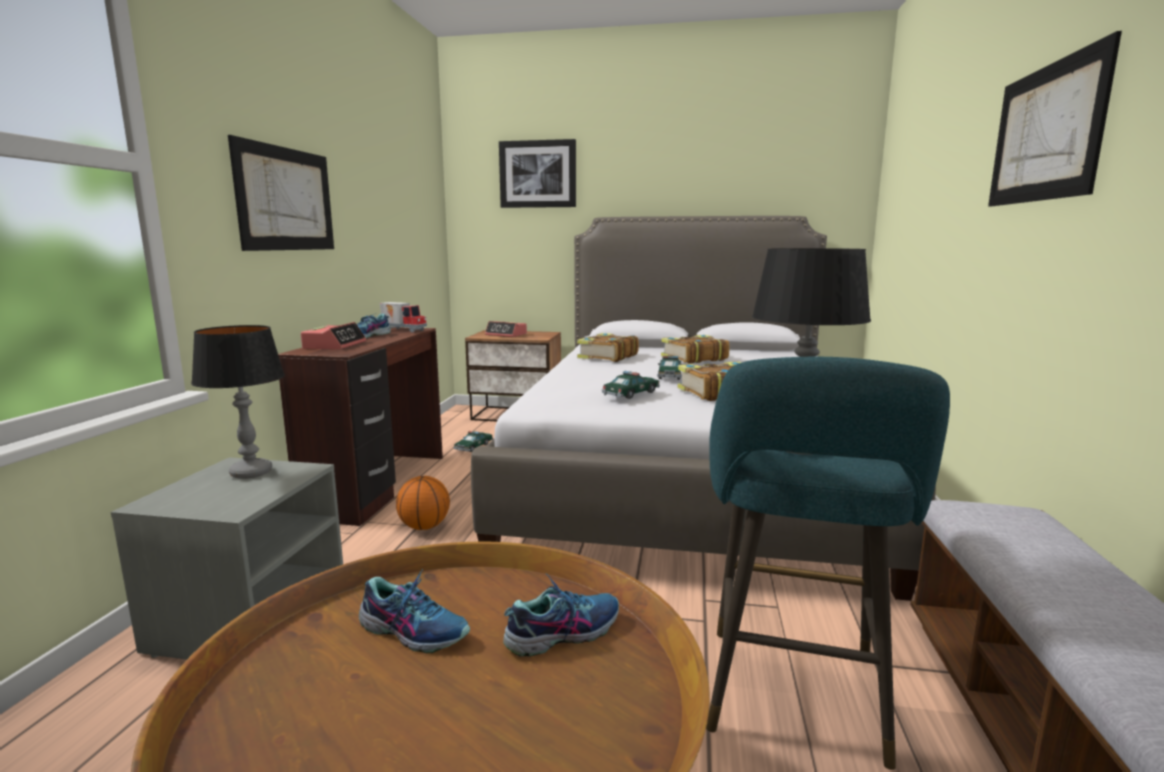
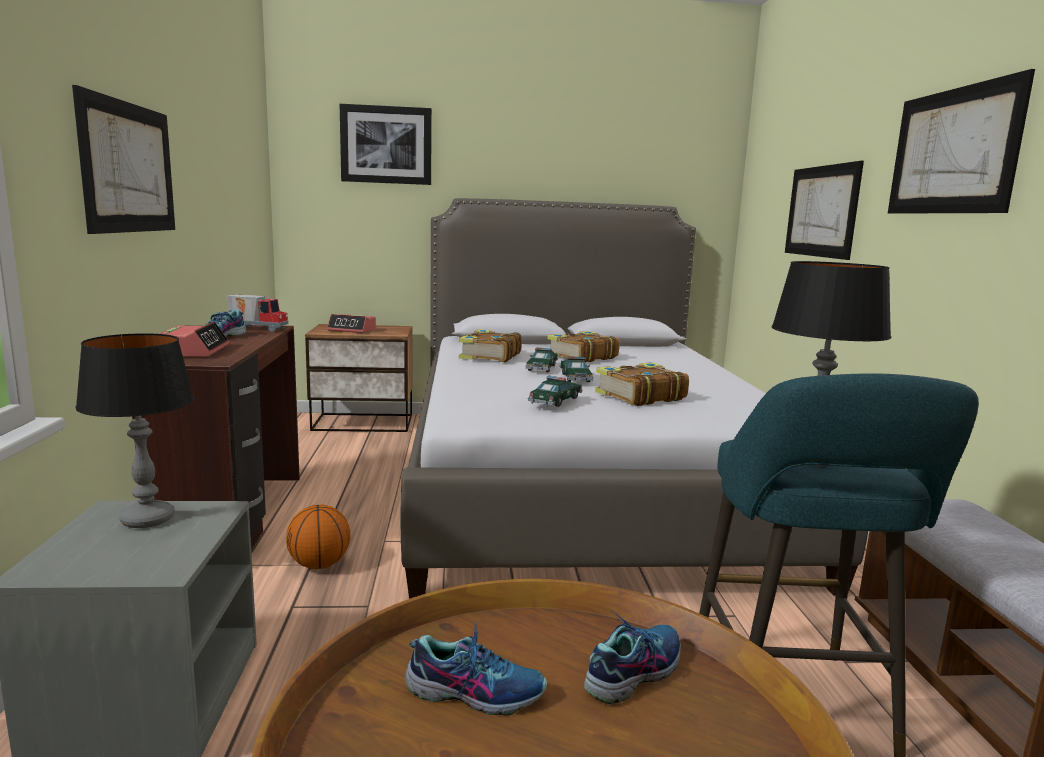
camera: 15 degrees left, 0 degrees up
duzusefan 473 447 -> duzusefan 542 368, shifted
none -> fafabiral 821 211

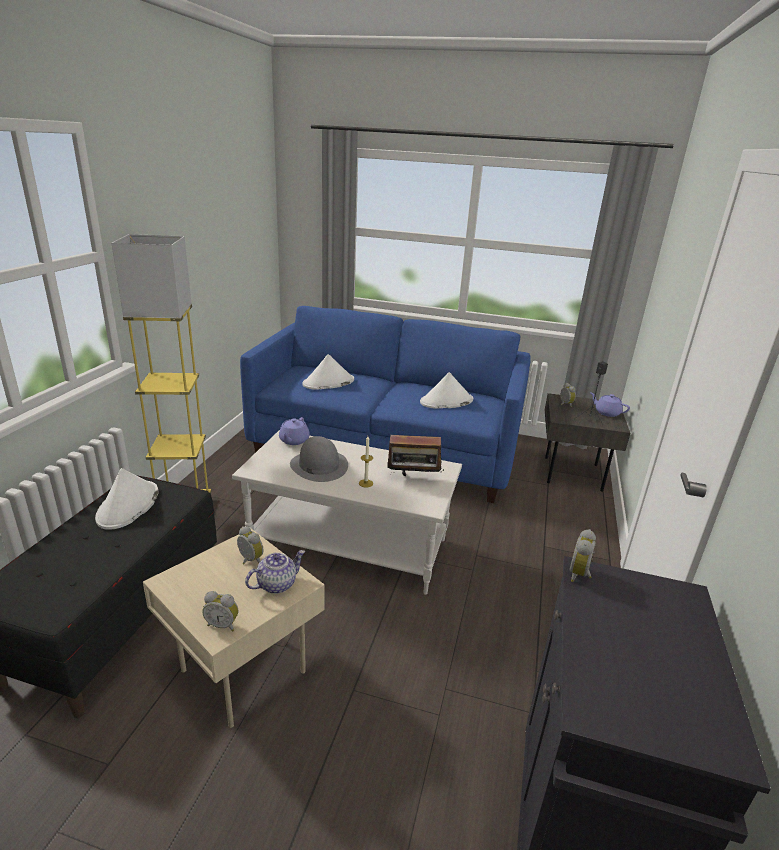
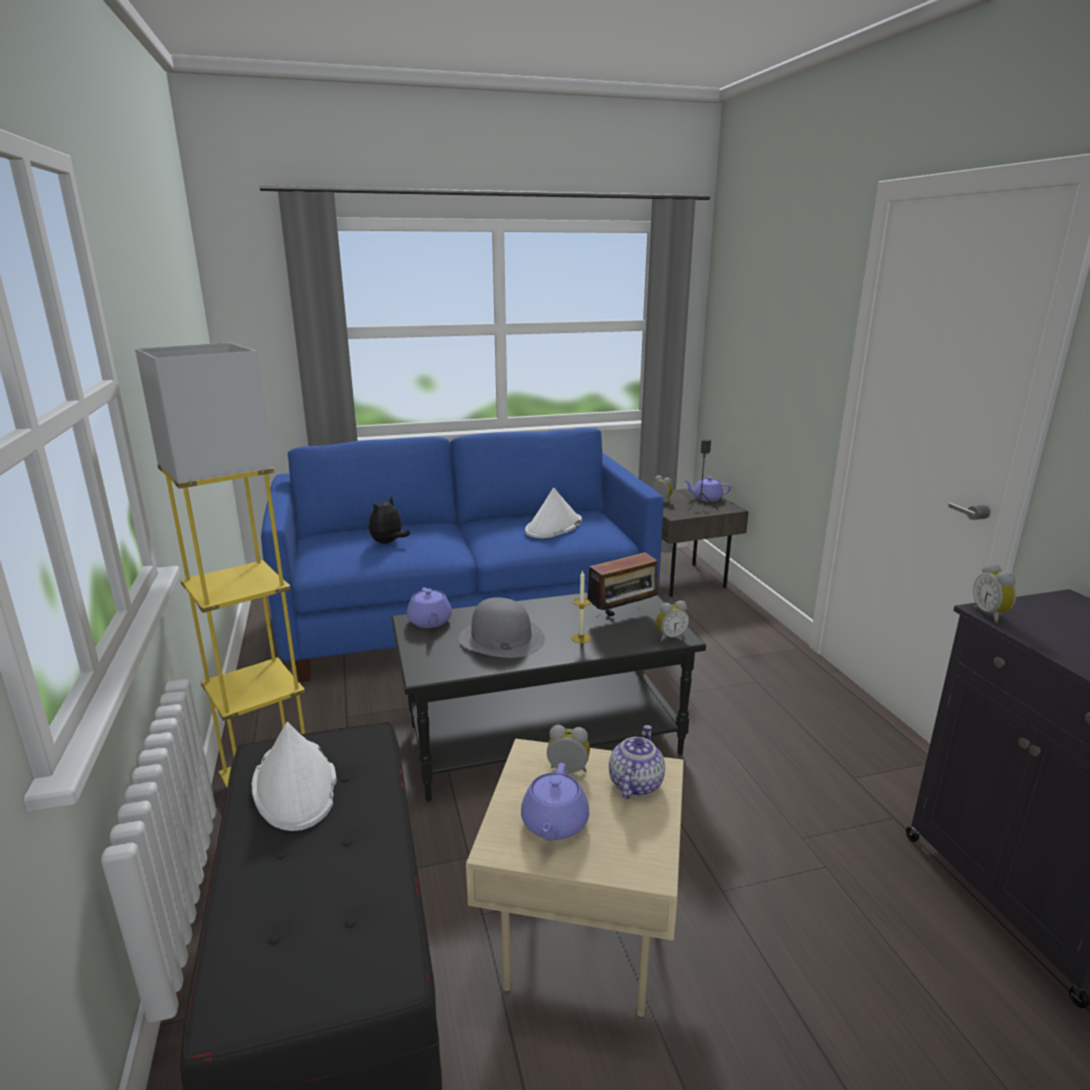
camera: 30 degrees left, 5 degrees down
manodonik 223 624 -> manodonik 670 637, shifted
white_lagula 350 545 -> black_lagula 544 738
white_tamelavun 328 382 -> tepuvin 388 543
none -> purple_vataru 554 824

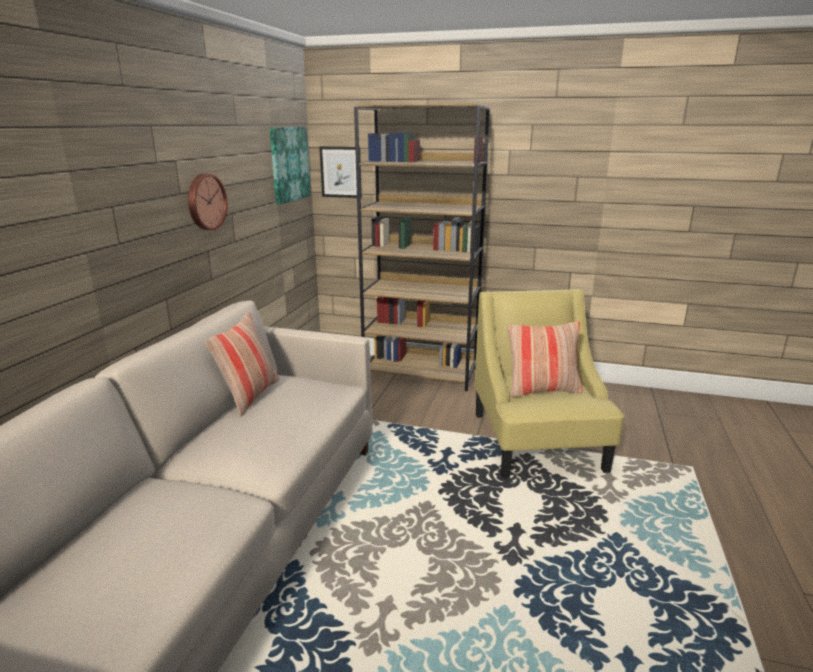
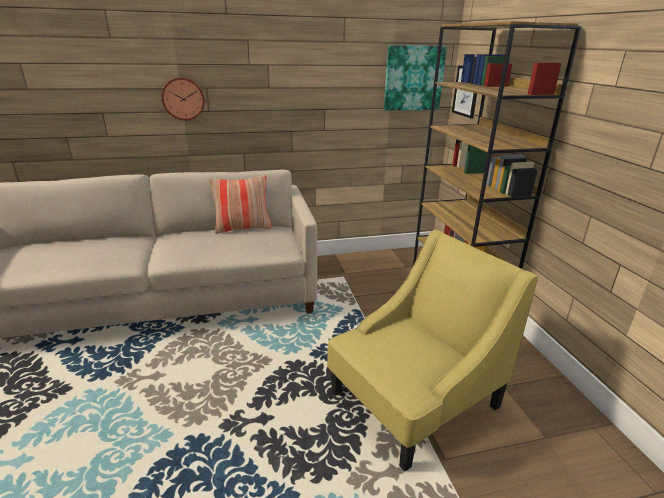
camera: 60 degrees right, 5 degrees up
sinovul 205 202 -> sinovul 183 98, shifted
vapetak 542 390 -> none

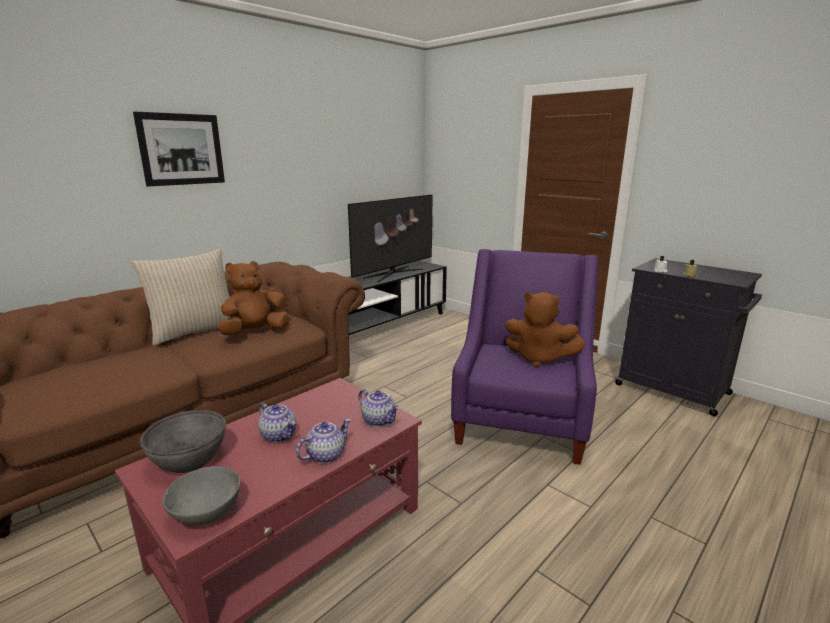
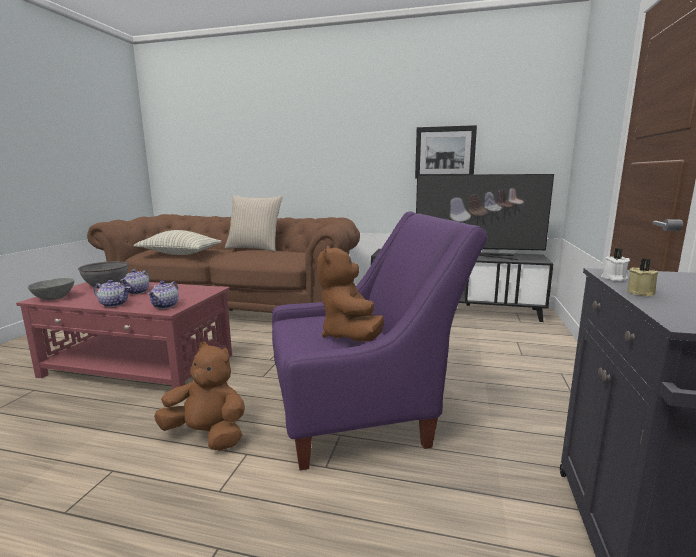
camera: 60 degrees right, 5 degrees down
fafabiral 181 149 -> fafabiral 445 152, shifted
brown_tepuvin 255 332 -> brown_tepuvin 207 435, shifted
none -> vapetak 179 254

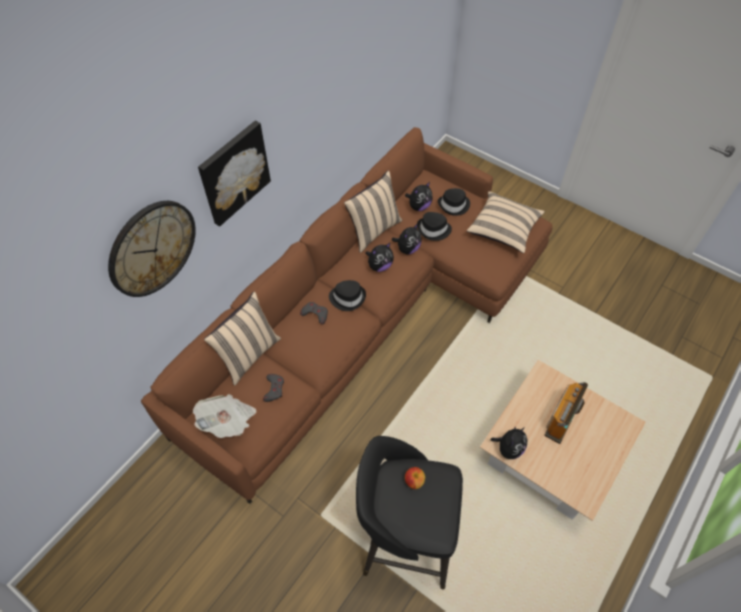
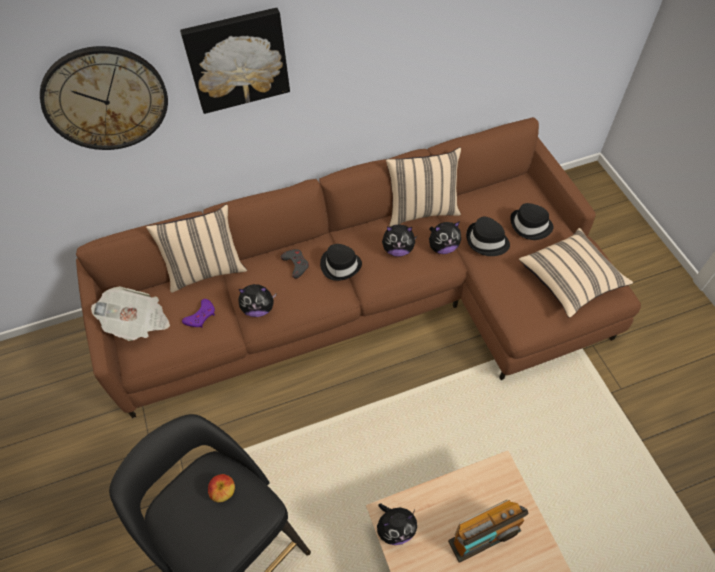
camera: 35 degrees right, 0 degrees up
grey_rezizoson 274 389 -> purple_rezizoson 201 316
tepuvin 419 206 -> tepuvin 258 309, shifted

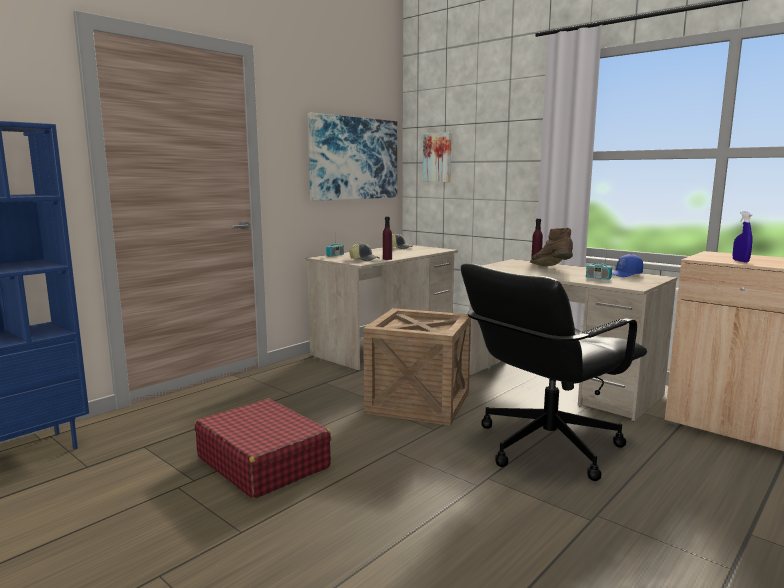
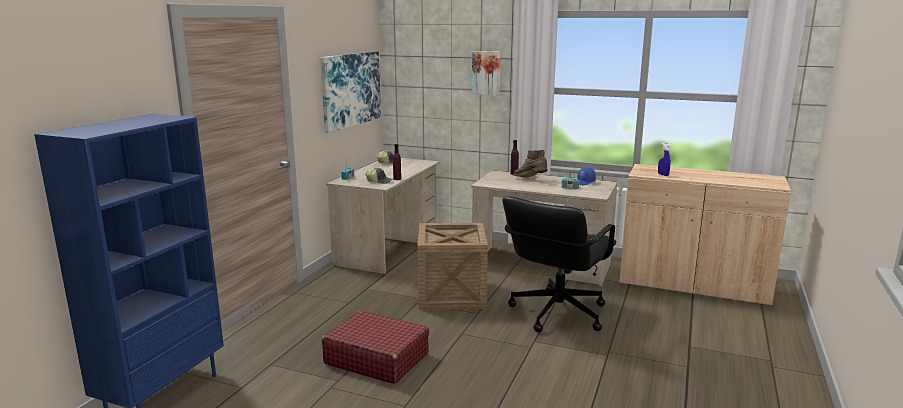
camera: 20 degrees left, 5 degrees up
fafabiral 438 157 -> fafabiral 486 73, shifted

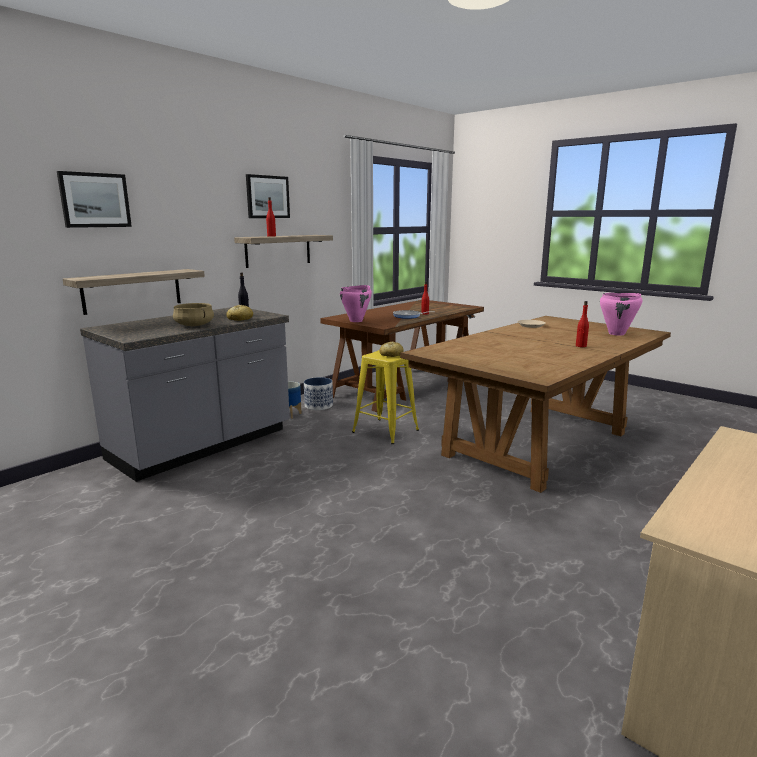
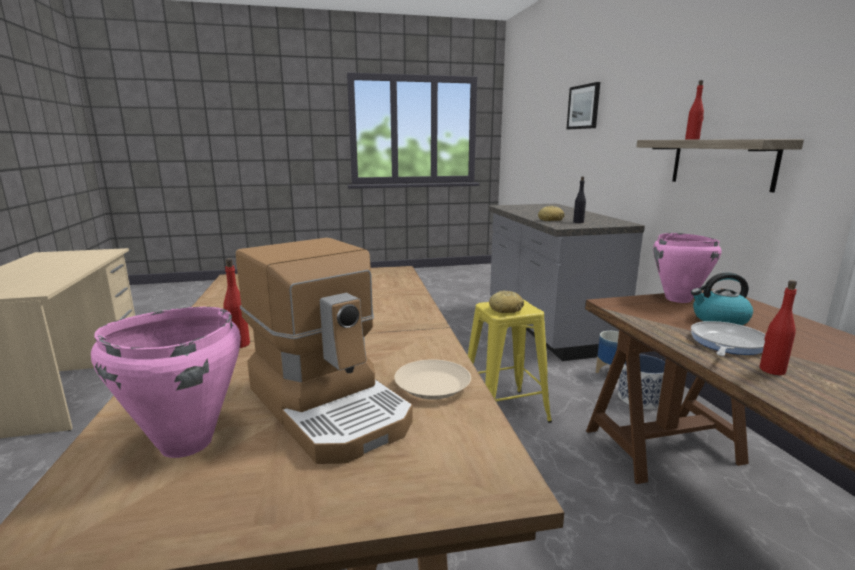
camera: 125 degrees right, 0 degrees up
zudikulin 132 291 -> none
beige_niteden 195 325 -> none
fafabiral 267 197 -> none
none -> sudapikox 330 406
none -> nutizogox 719 320

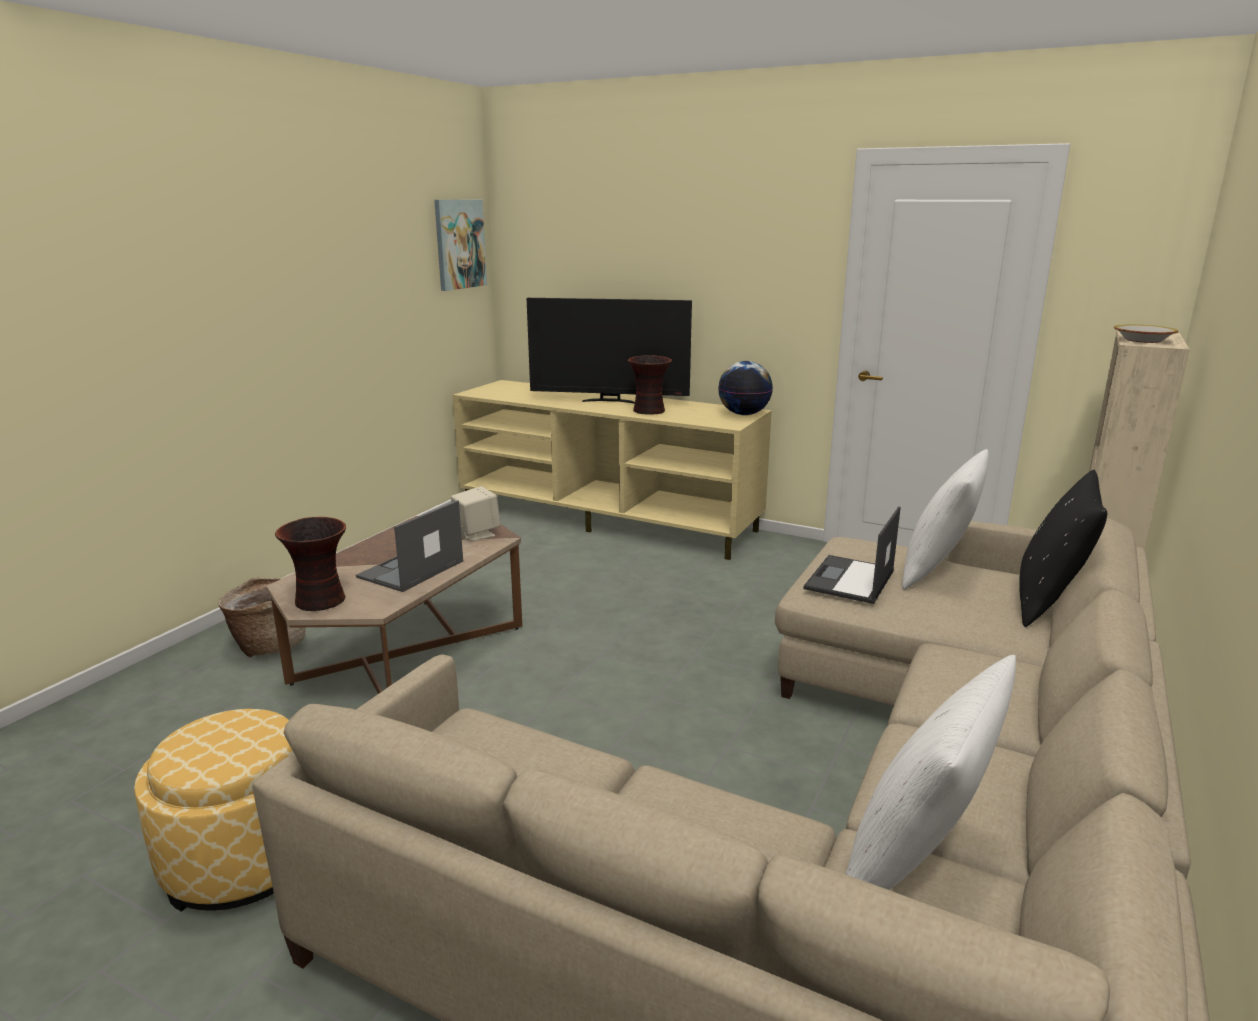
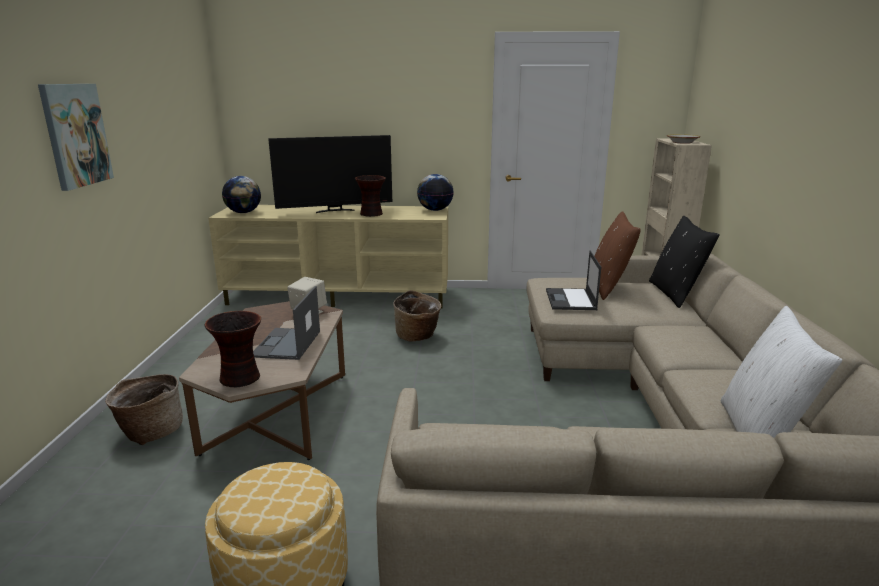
camera: 25 degrees left, 0 degrees up
fafabiral 459 244 -> fafabiral 75 135, shifted
white_vapetak 937 571 -> brown_vapetak 609 287
none -> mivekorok 243 212
none -> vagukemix 417 336

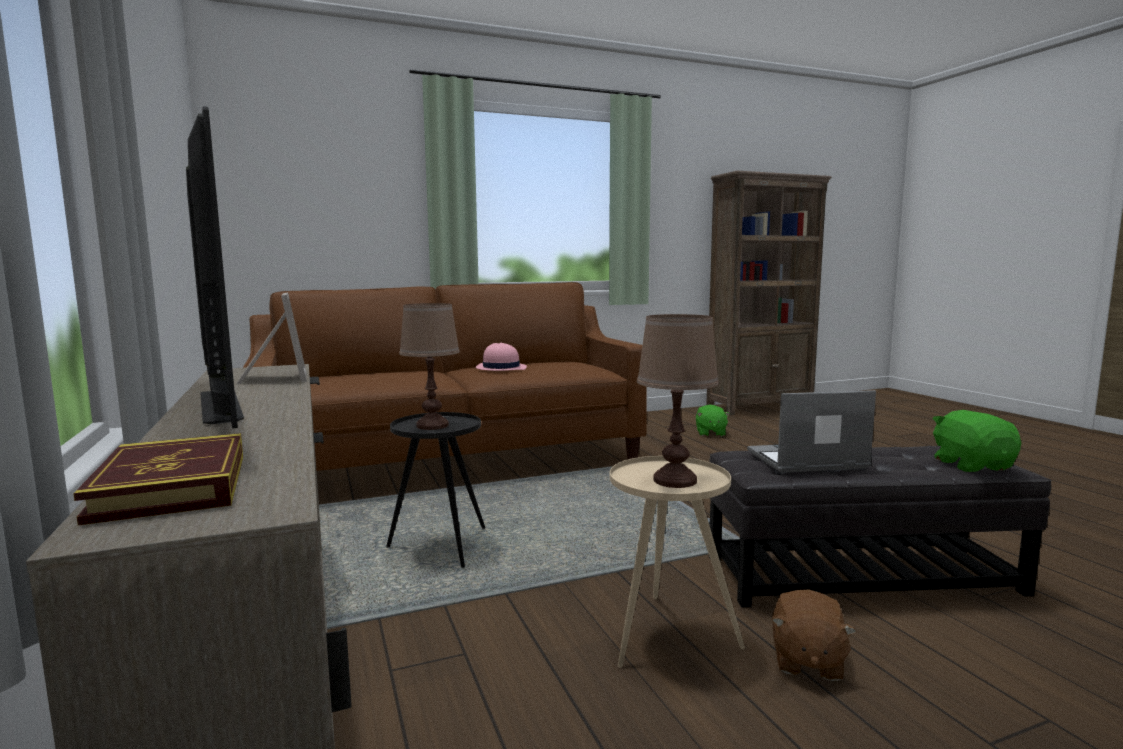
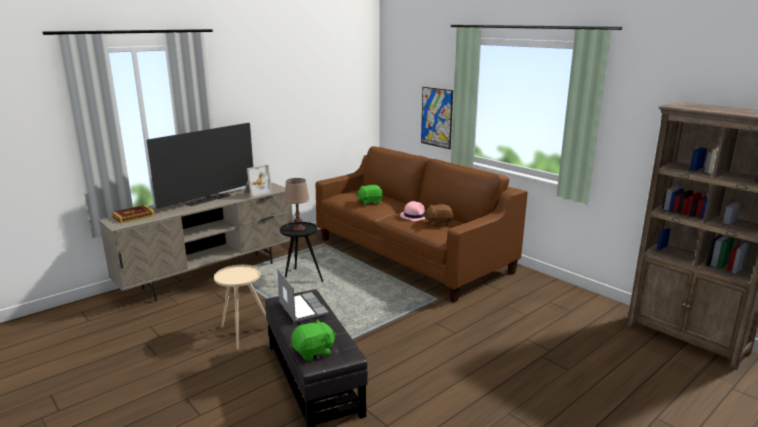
camera: 70 degrees right, 10 degrees up
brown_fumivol 674 481 -> none
green_tepuvin 710 433 -> green_tepuvin 370 202, shifted
brown_tepuvin 806 661 -> brown_tepuvin 438 223, shifted
none -> fafabiral 436 117

